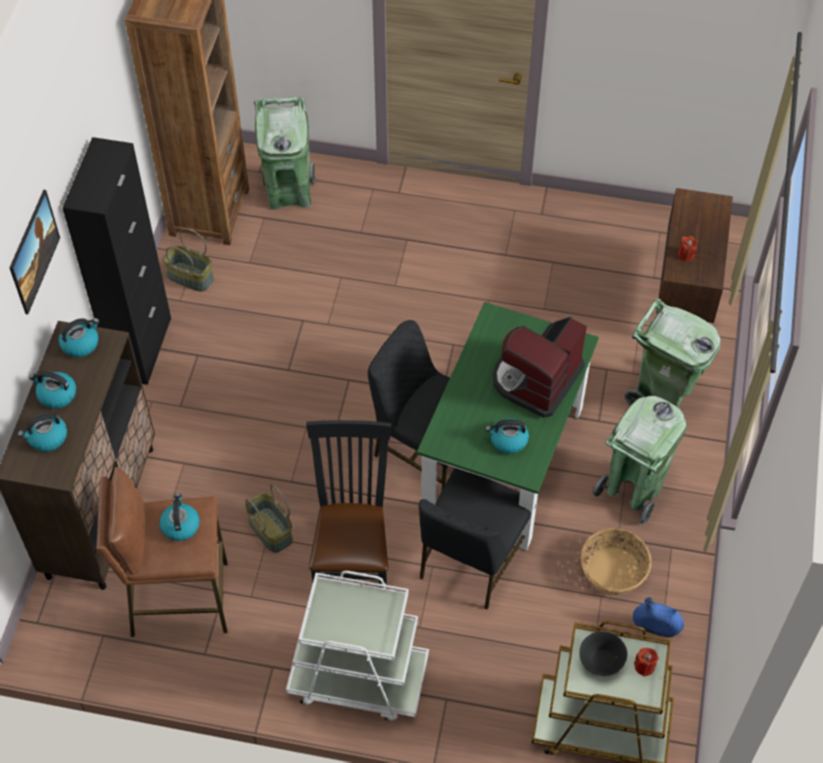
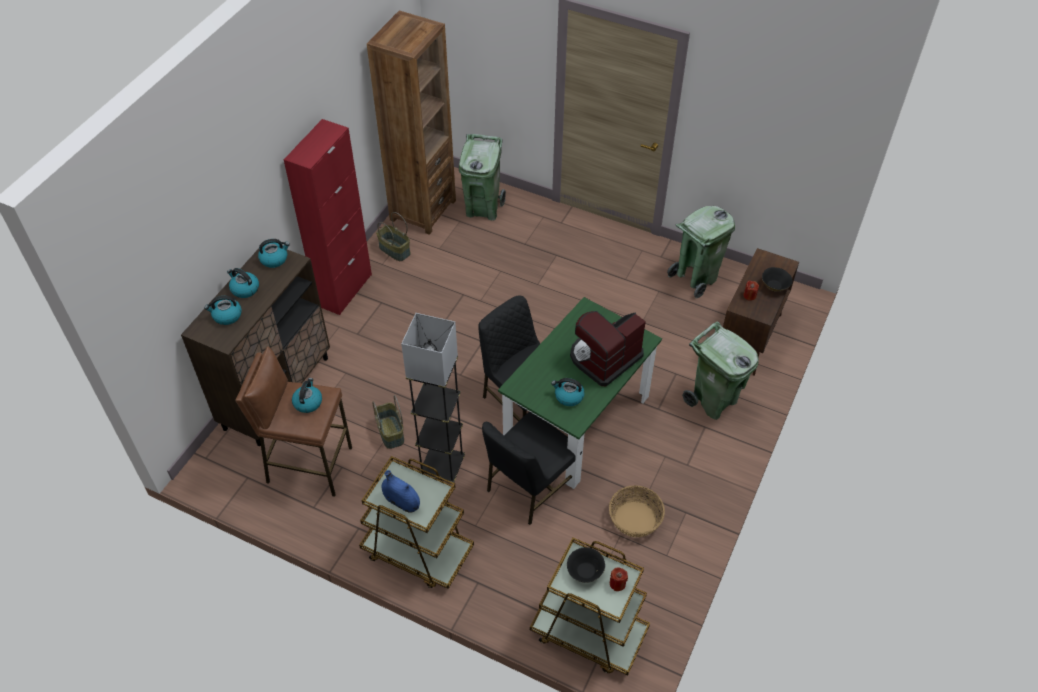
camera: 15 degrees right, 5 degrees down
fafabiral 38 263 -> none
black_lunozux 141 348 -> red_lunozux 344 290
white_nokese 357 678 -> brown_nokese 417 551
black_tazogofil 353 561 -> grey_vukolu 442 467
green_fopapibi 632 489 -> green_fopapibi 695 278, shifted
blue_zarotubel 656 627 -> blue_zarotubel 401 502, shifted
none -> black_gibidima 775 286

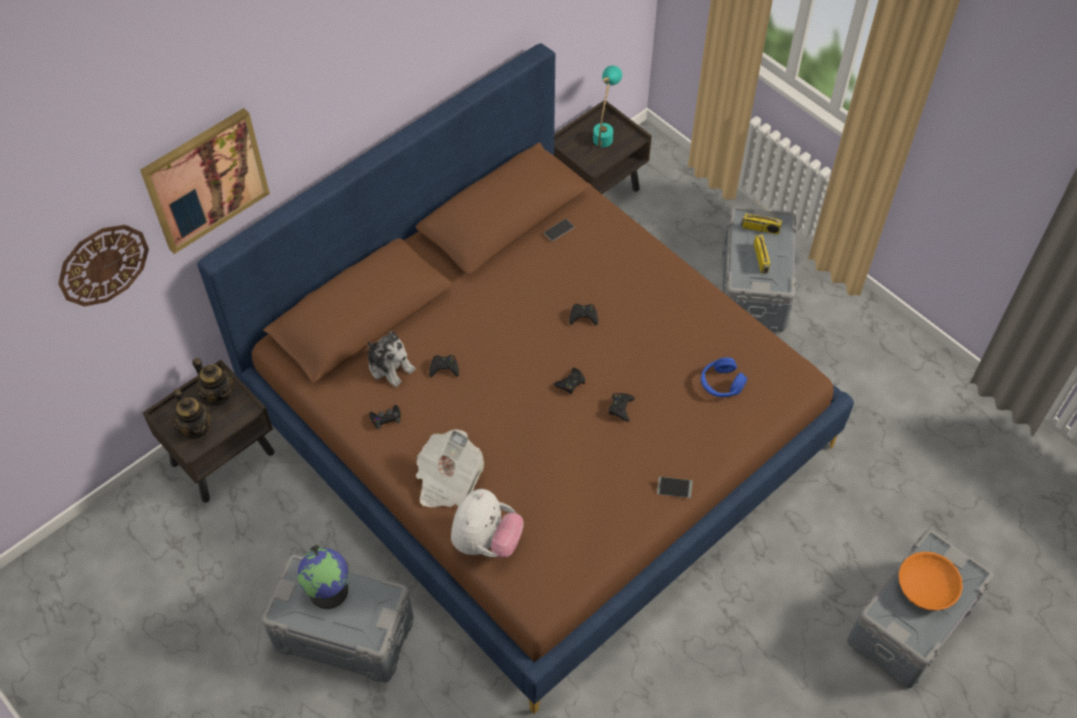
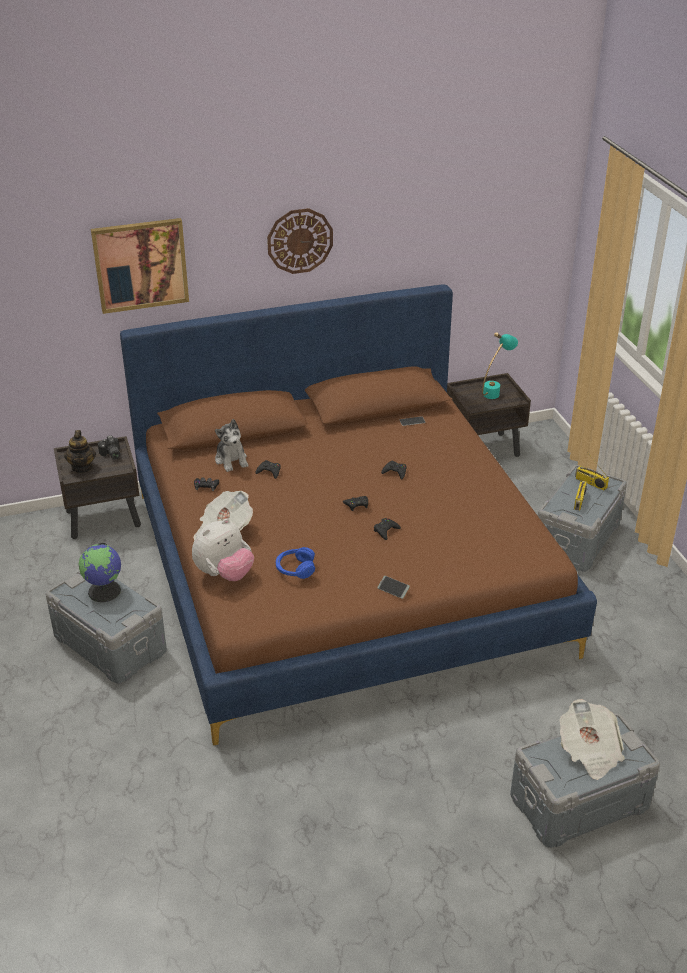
camera: 25 degrees right, 20 degrees down
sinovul 103 264 -> sinovul 300 240, shifted
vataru 218 394 -> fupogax 111 454
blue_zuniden 721 383 -> blue_zuniden 295 568, shifted
orange_gibidima 926 587 -> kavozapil 589 752

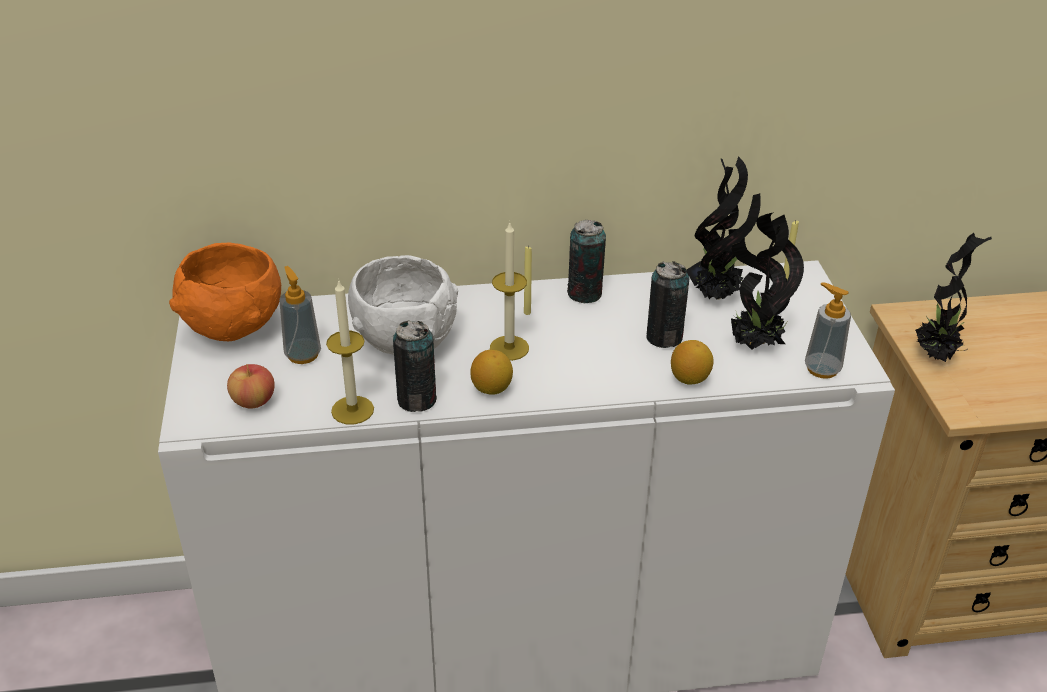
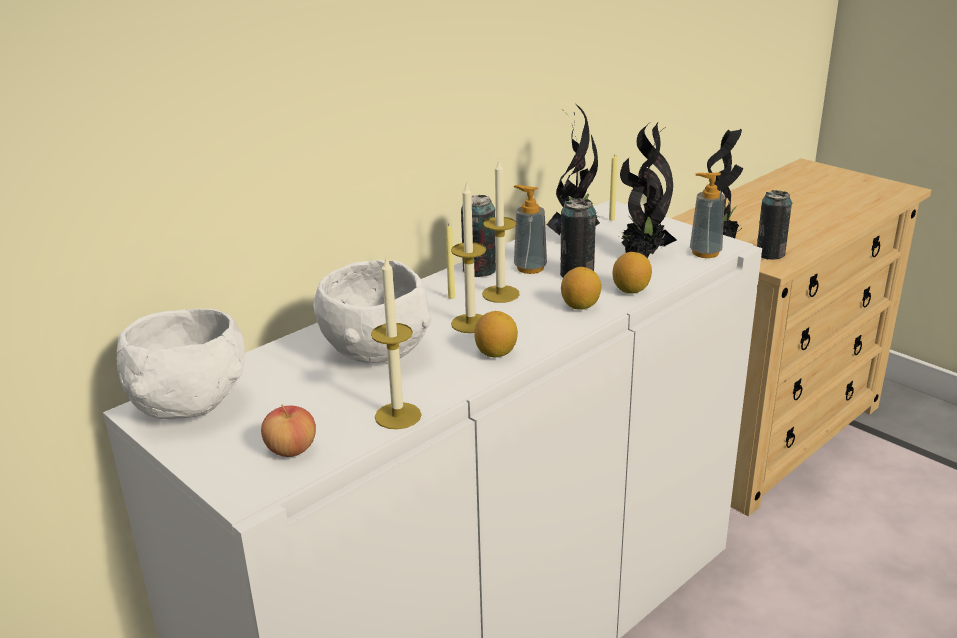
camera: 35 degrees left, 10 degrees down
orange_gibidima 234 328 -> white_gibidima 190 406
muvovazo 303 354 -> muvovazo 530 268, shifted
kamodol 417 400 -> kamodol 770 254, shifted
none -> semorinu 500 294
none -> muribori 580 306

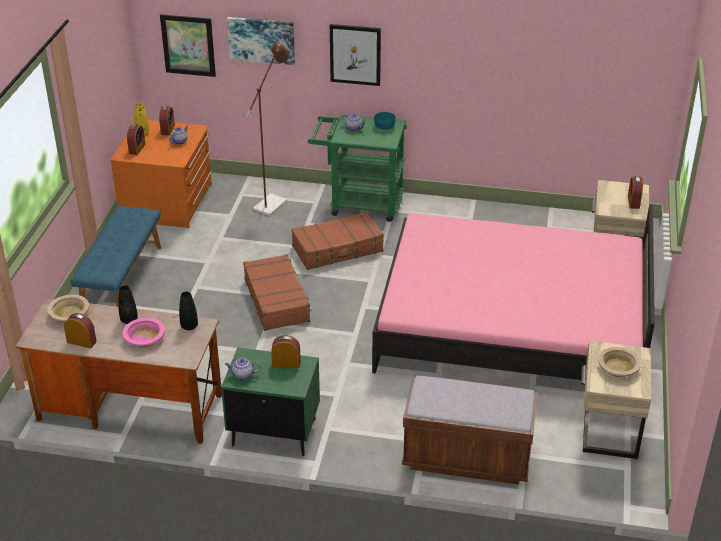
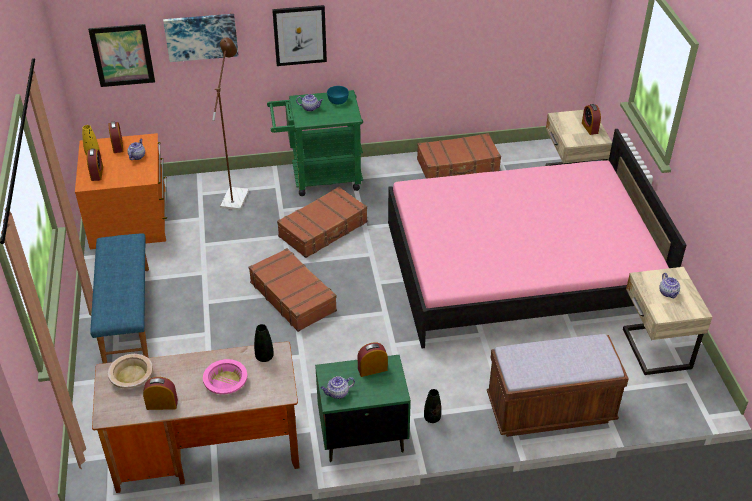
camera: 20 degrees left, 5 degrees up
black_zarotubel 129 320 -> black_zarotubel 432 418, shifted
beige_gibidima 618 368 -> vataru 668 293
none -> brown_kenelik 458 166

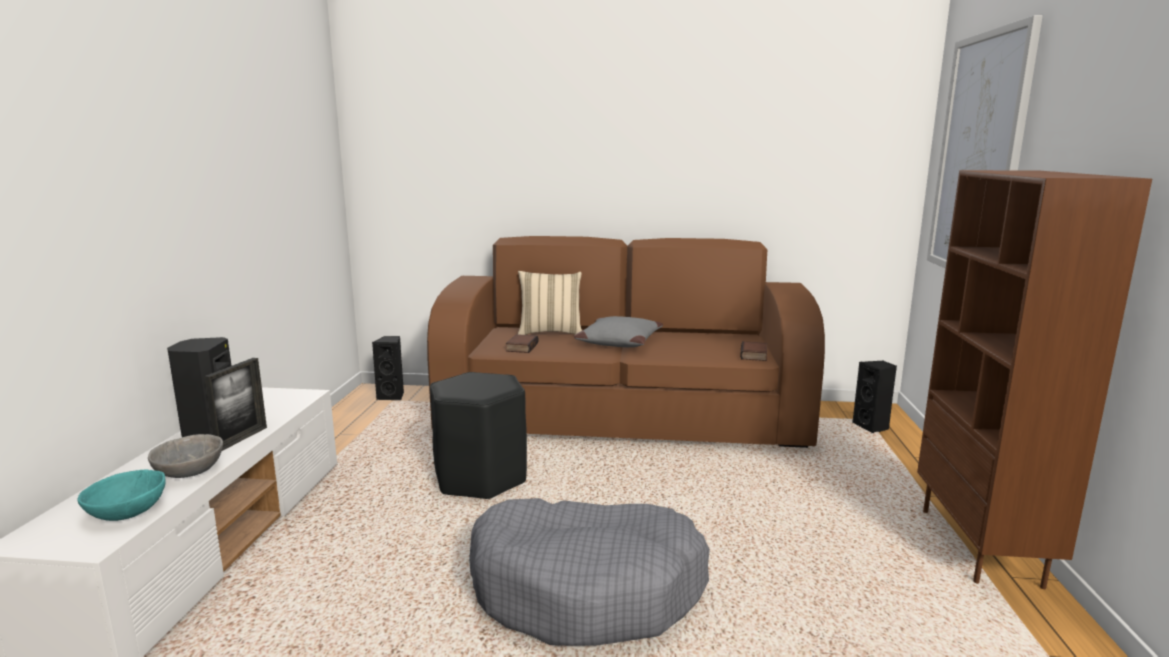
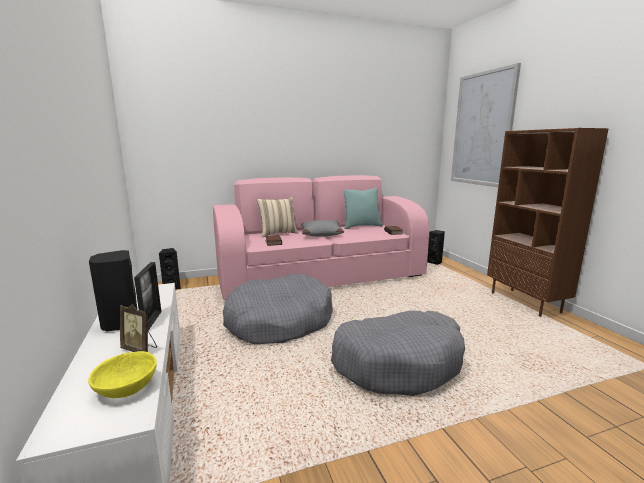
camera: 25 degrees left, 0 degrees up
turquoise_gibidima 128 511 -> yellow_gibidima 127 387
grey_gibidima 190 470 -> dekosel 140 349
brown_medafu 622 418 -> pink_medafu 322 277
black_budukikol 481 478 -> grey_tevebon 279 321
none -> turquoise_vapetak 361 226

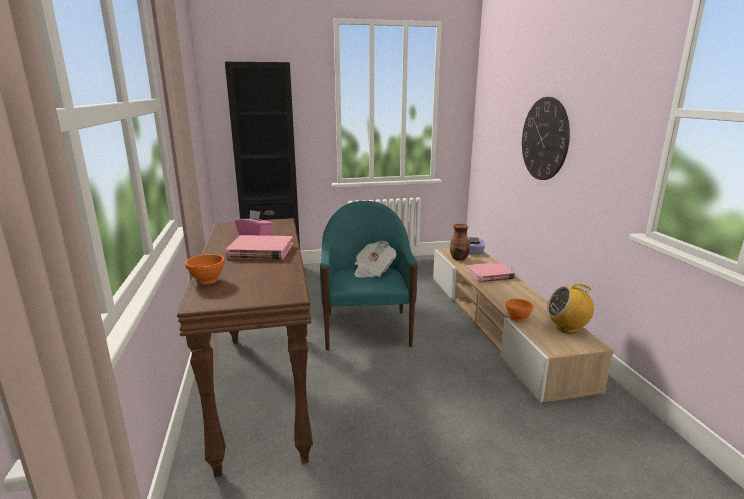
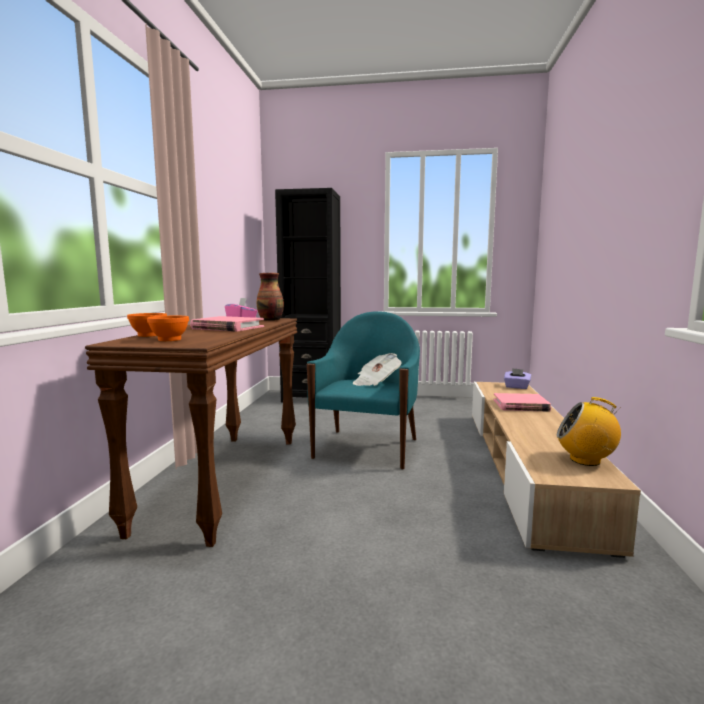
camera: 20 degrees right, 10 degrees down
zarotubel 459 258 -> zarotubel 271 320, shifted
orange_gibidima 518 318 -> orange_gibidima 170 340, shifted
sinovul 545 139 -> none

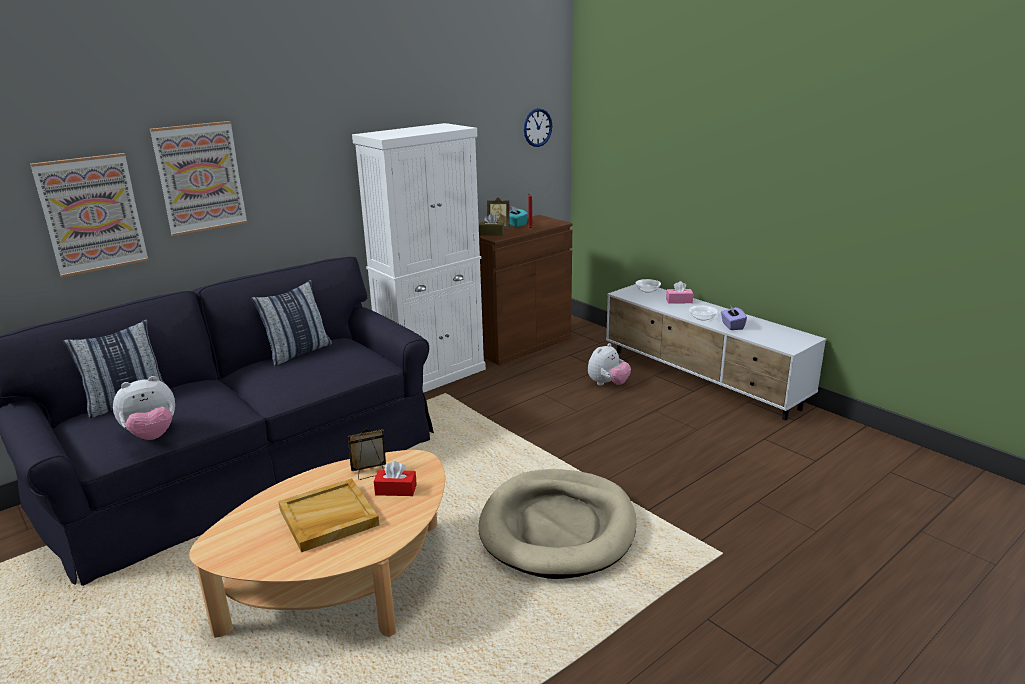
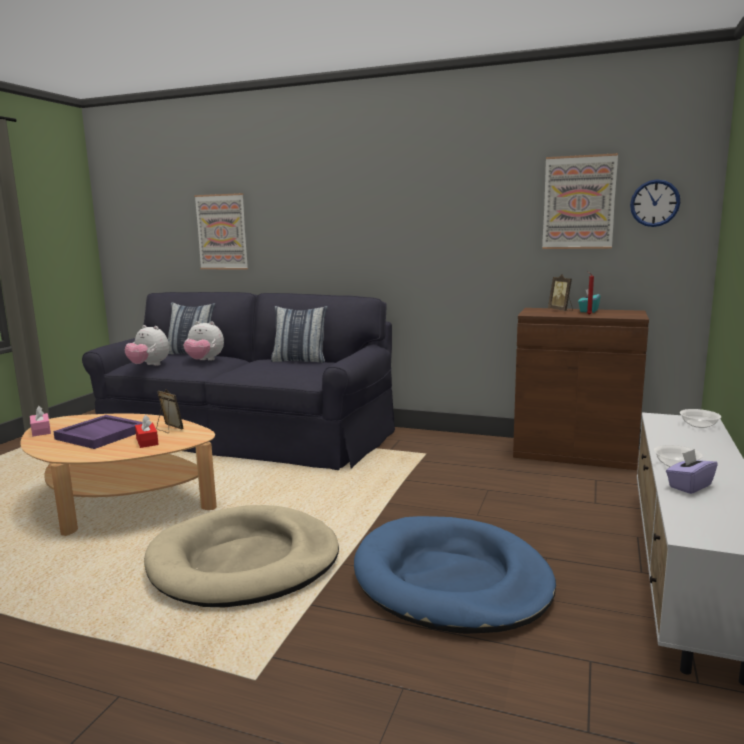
camera: 60 degrees right, 10 degrees down
fafabiral 200 177 -> fafabiral 578 202, shifted
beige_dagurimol 328 518 -> purple_dagurimol 100 435
white_lunozux 432 376 -> none
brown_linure 491 233 -> none
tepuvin 607 384 -> tepuvin 204 361, shifted
pink_linure 679 301 -> pink_linure 41 431, shifted
none -> blue_tevebon 451 580

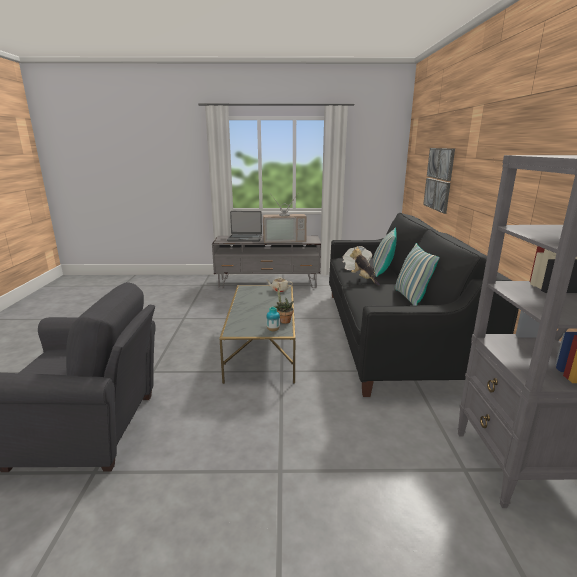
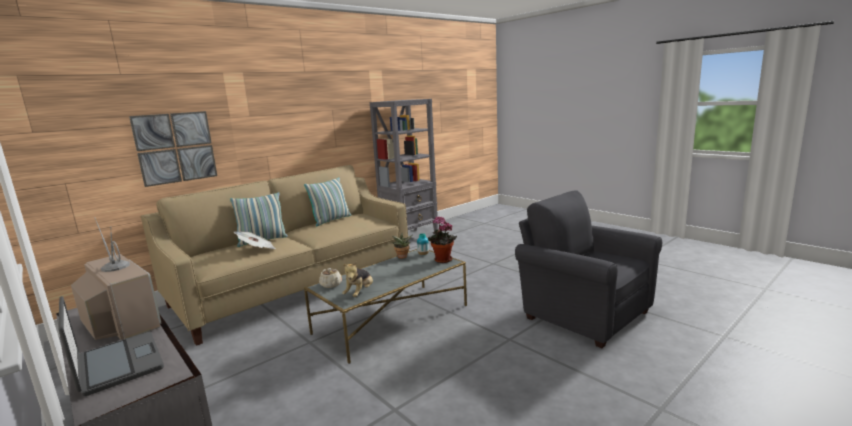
camera: 130 degrees left, 5 degrees down
black_medafu 391 334 -> beige_medafu 294 286
tepuvin 363 279 -> tepuvin 360 293, shifted
none -> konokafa 442 260

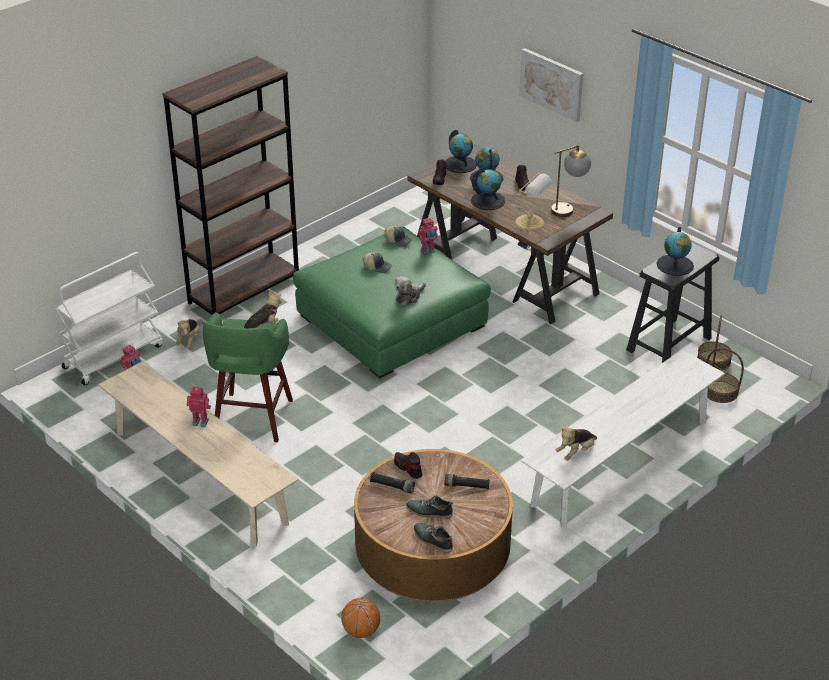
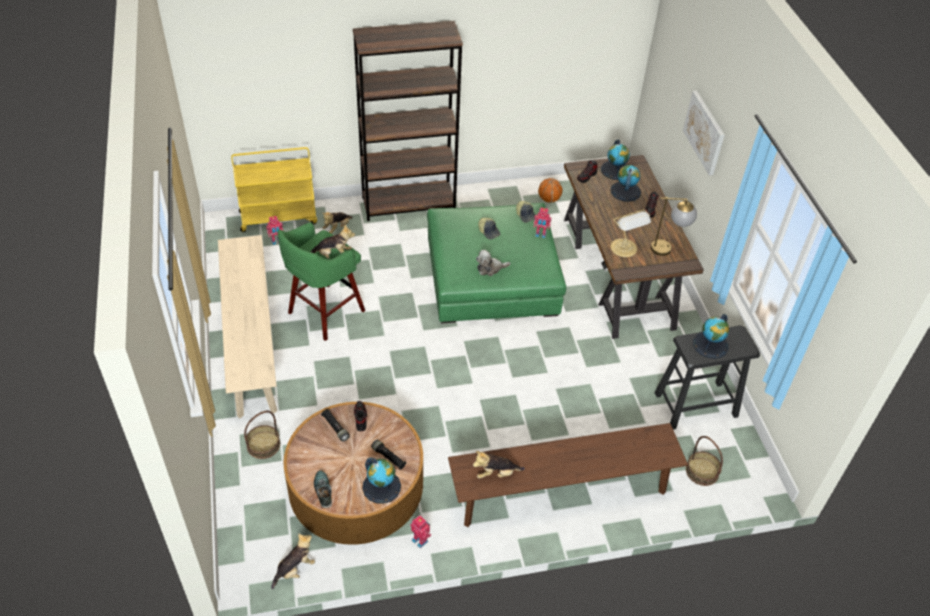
camera: 30 degrees right, 10 degrees up
white_nokese 113 356 -> yellow_nokese 279 217
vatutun 200 421 -> vatutun 420 540, shifted
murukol 361 631 -> murukol 549 199, shifted
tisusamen 429 512 -> none
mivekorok 488 201 -> mivekorok 381 486, shifted
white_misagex 621 462 -> brown_misagex 561 493
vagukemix 713 360 -> vagukemix 263 445, shifted
none -> tepuvin 295 569

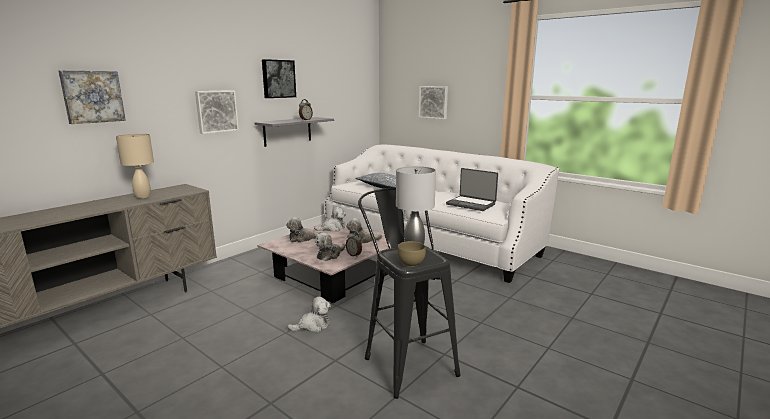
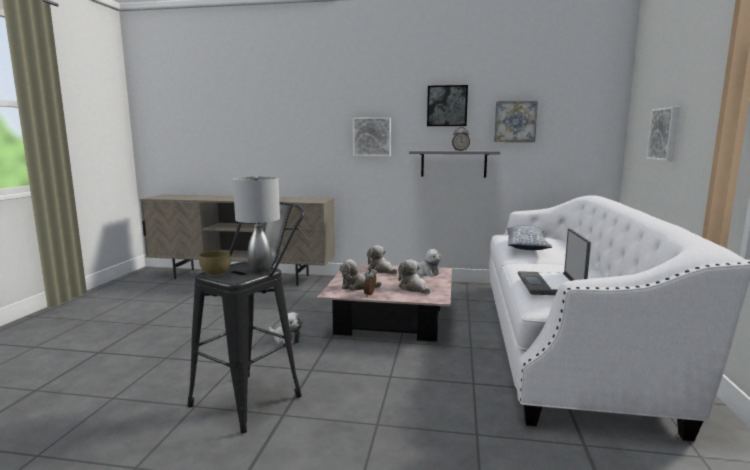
camera: 60 degrees right, 5 degrees down
fafabiral 92 96 -> fafabiral 515 121, shifted
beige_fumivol 143 196 -> none

